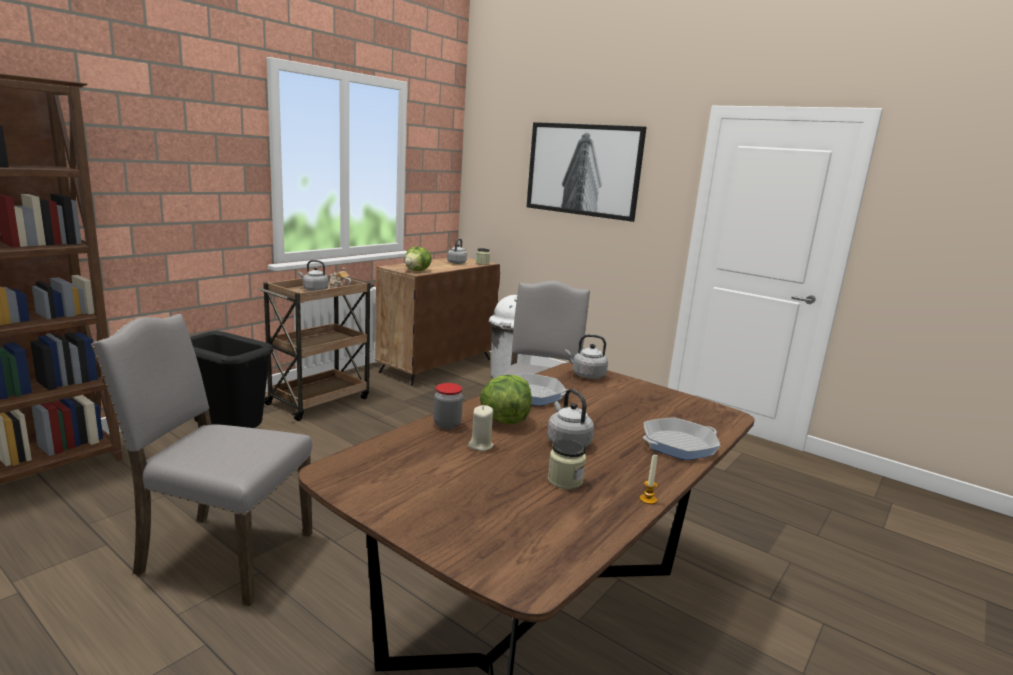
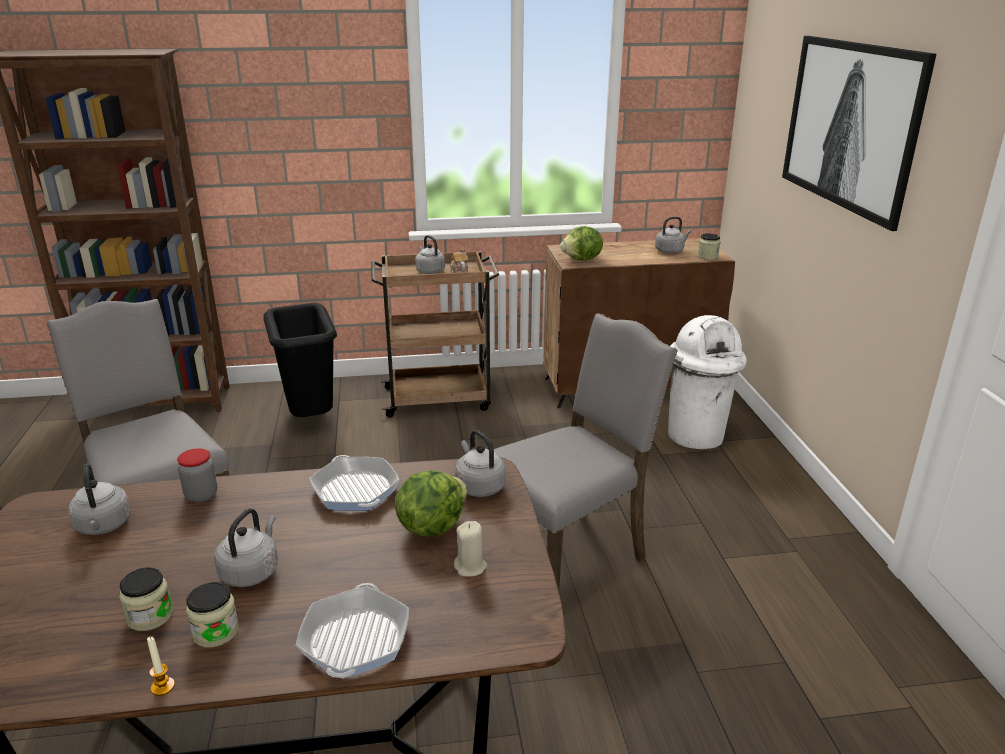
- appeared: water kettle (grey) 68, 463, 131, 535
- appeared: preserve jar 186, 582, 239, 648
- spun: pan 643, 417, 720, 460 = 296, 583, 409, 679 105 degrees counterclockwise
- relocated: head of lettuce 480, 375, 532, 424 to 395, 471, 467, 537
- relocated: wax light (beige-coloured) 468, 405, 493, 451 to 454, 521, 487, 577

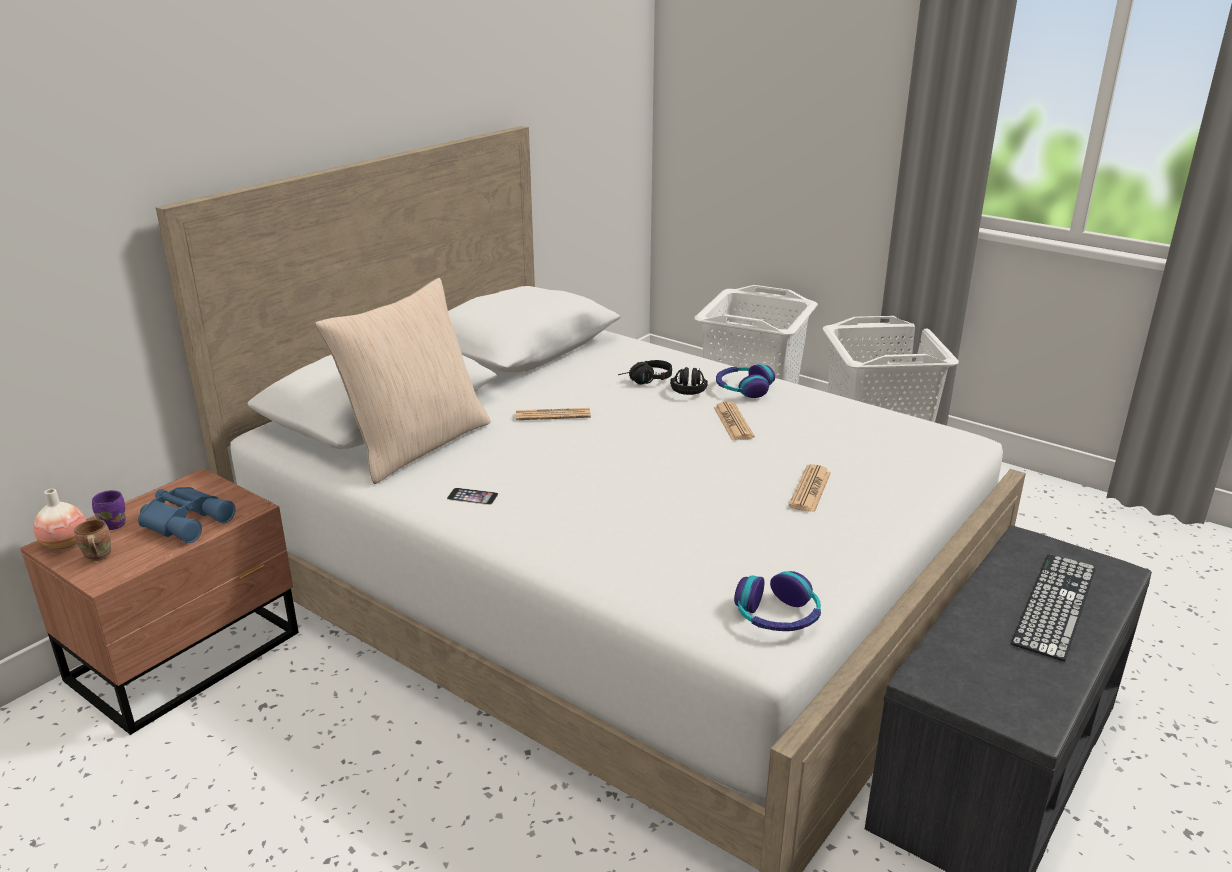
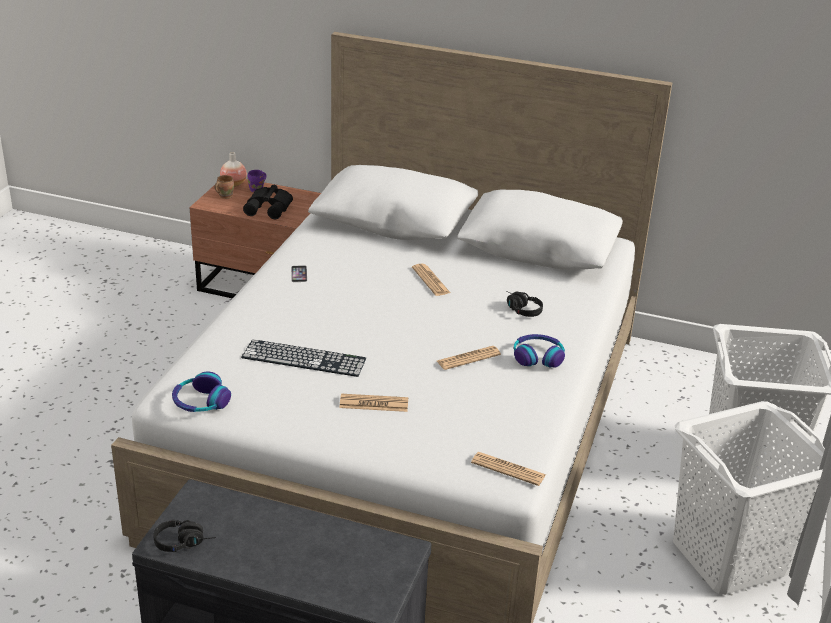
- relocated: pair of headphones (blackish) 670, 367, 708, 395 to 154, 520, 216, 552
- relocated: computer keyboard 1011, 554, 1096, 662 to 241, 339, 366, 377
- colour: pair of binoculars (bluish) 138, 487, 235, 543 to pair of binoculars (blackish) 243, 185, 293, 219
- appeared: daily paper 471, 452, 546, 486
- missing: throw pillow (beige-coloured) 315, 278, 490, 484

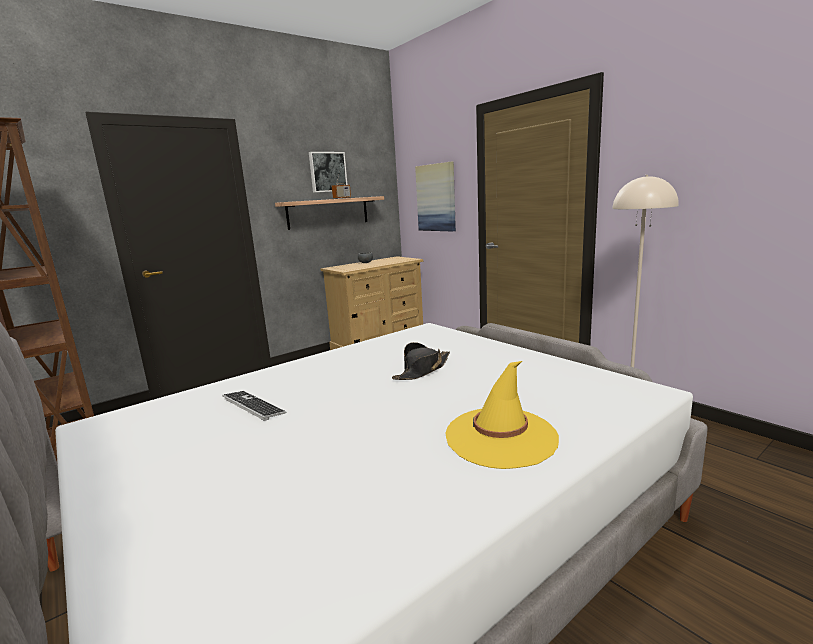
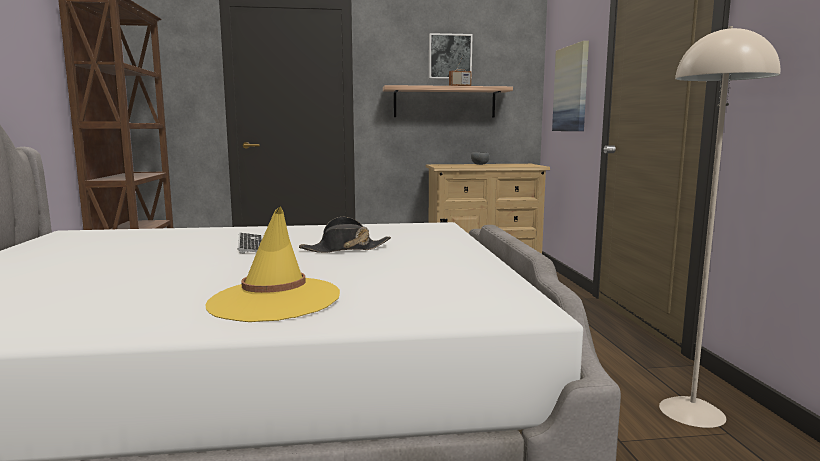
- relocated: computer keyboard 222, 391, 286, 421 to 238, 233, 263, 254

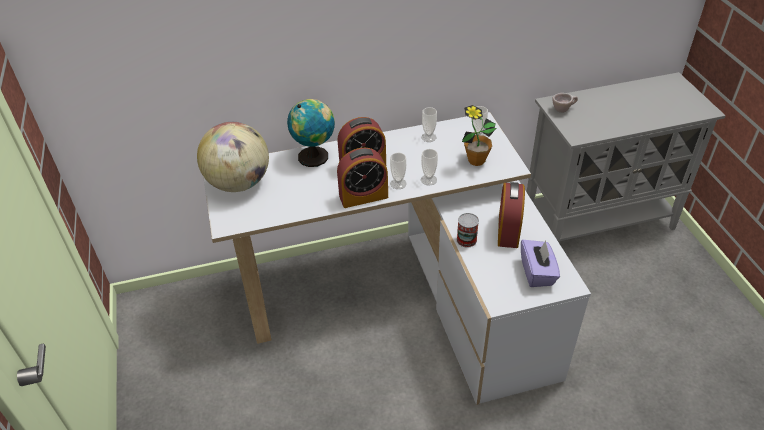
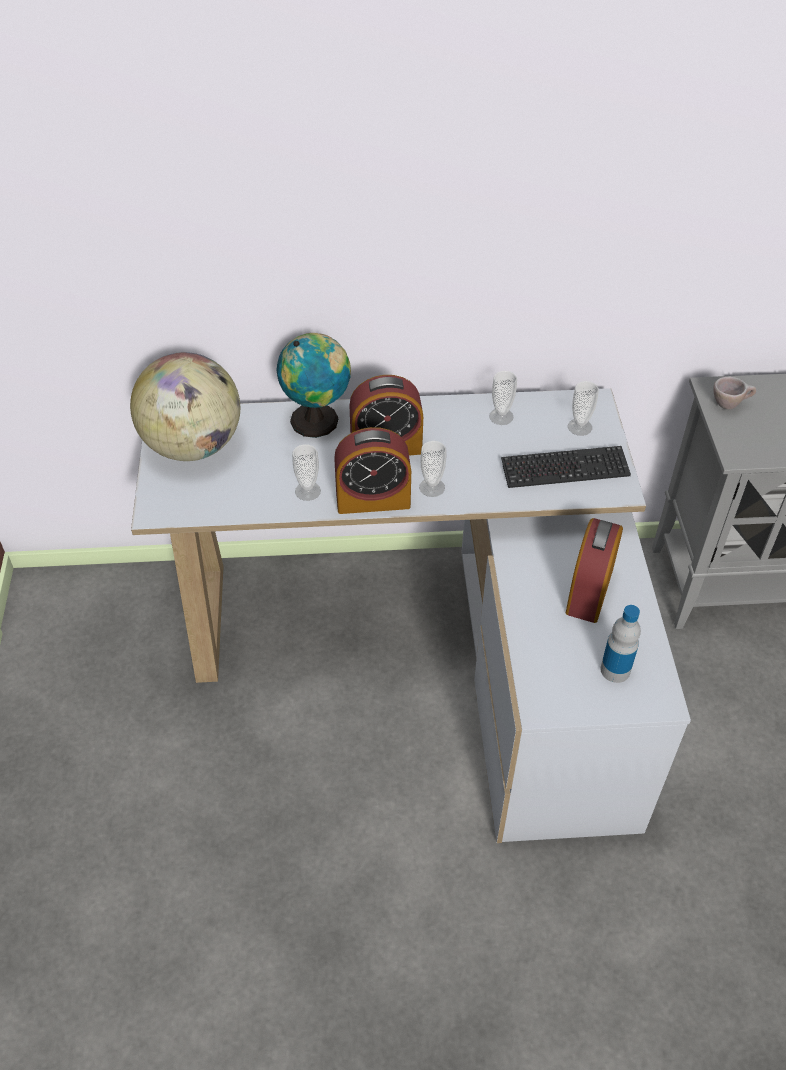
- relocated: cup 421, 149, 438, 186 to 292, 444, 321, 501
- exchanged: plant in a pot 462, 105, 496, 166 to computer keyboard 501, 446, 631, 488
- exchanged: tissue holder (purplish) 521, 240, 560, 287 to bottle 600, 605, 641, 683
- missing: sealed can 457, 213, 479, 248

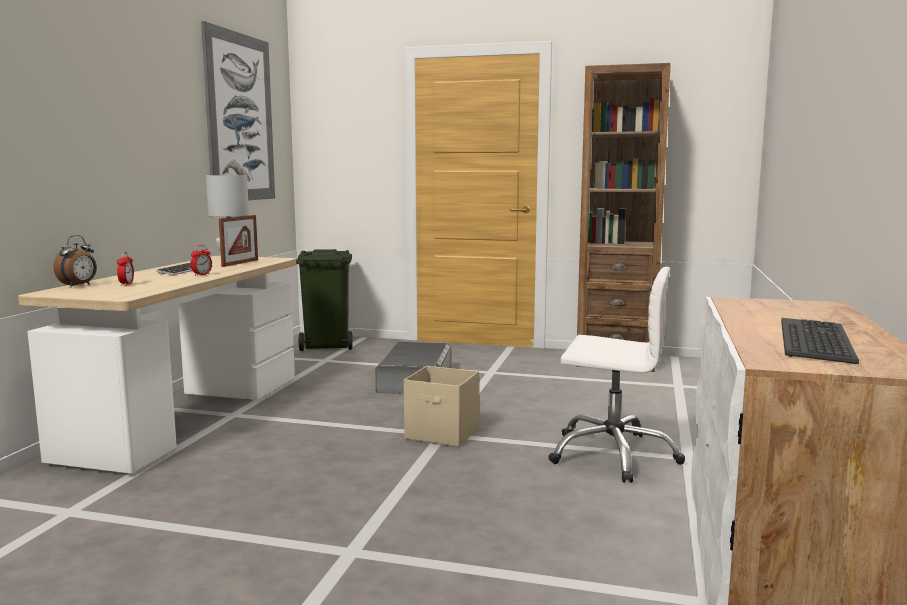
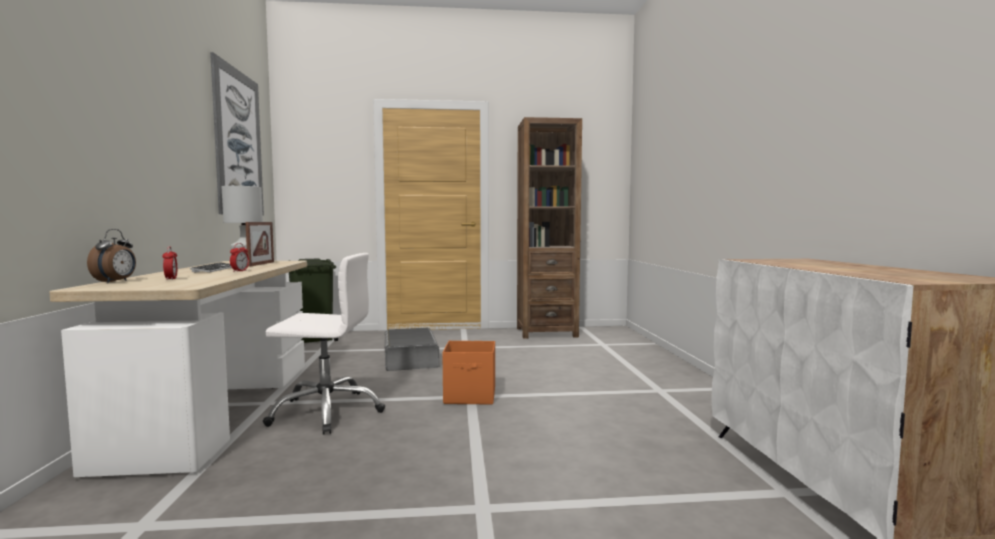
- relocated: desk chair (white-coloured) 548, 267, 685, 483 to 263, 253, 385, 435
- colour: storage bin (beige-coloured) 404, 366, 479, 447 to storage bin (orange) 443, 341, 495, 405
- missing: computer keyboard 781, 318, 859, 364

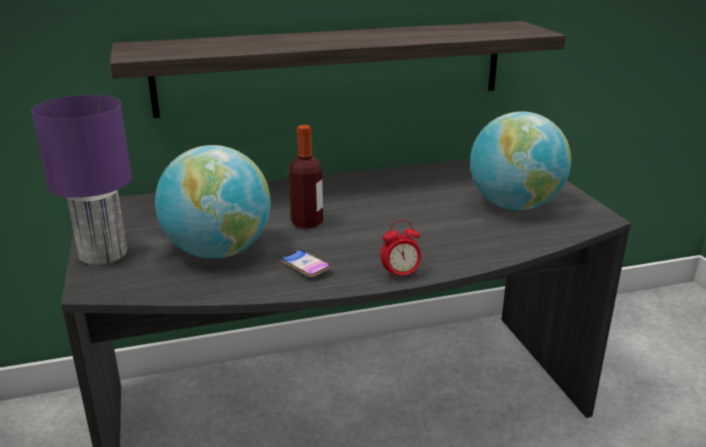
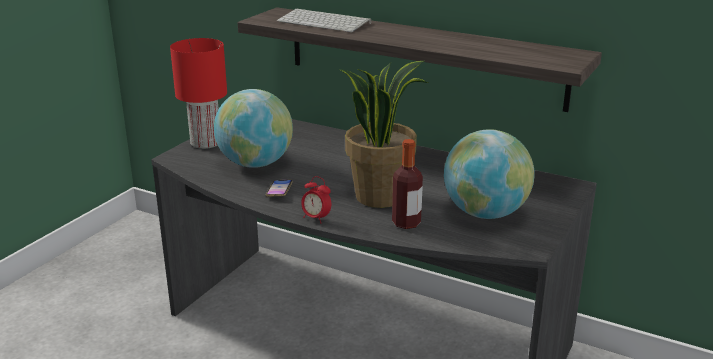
- colour: tabletop lamp (purplish) 31, 95, 132, 265 to tabletop lamp (red-coloured) 170, 38, 227, 149
- appeared: computer keyboard 277, 8, 371, 32
- appeared: plant in a pot 340, 61, 428, 208
- relocated: bottle 289, 125, 323, 229 to 392, 139, 423, 229

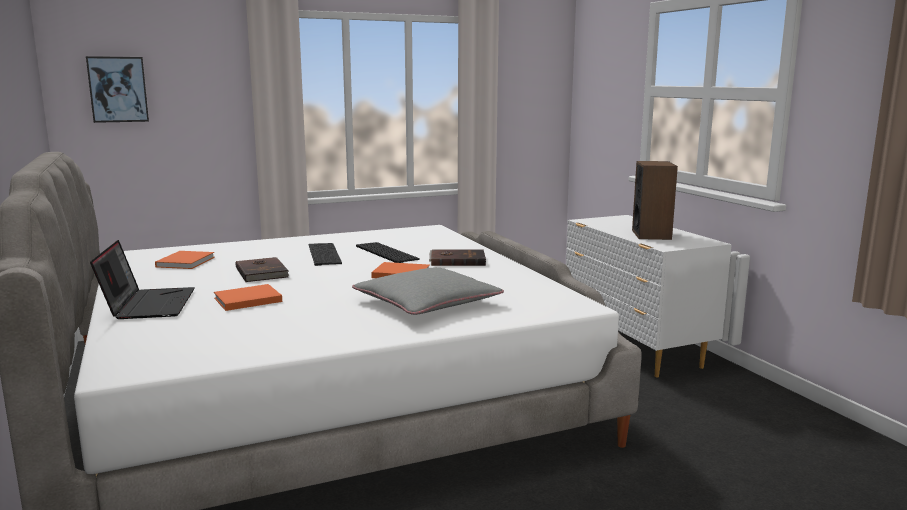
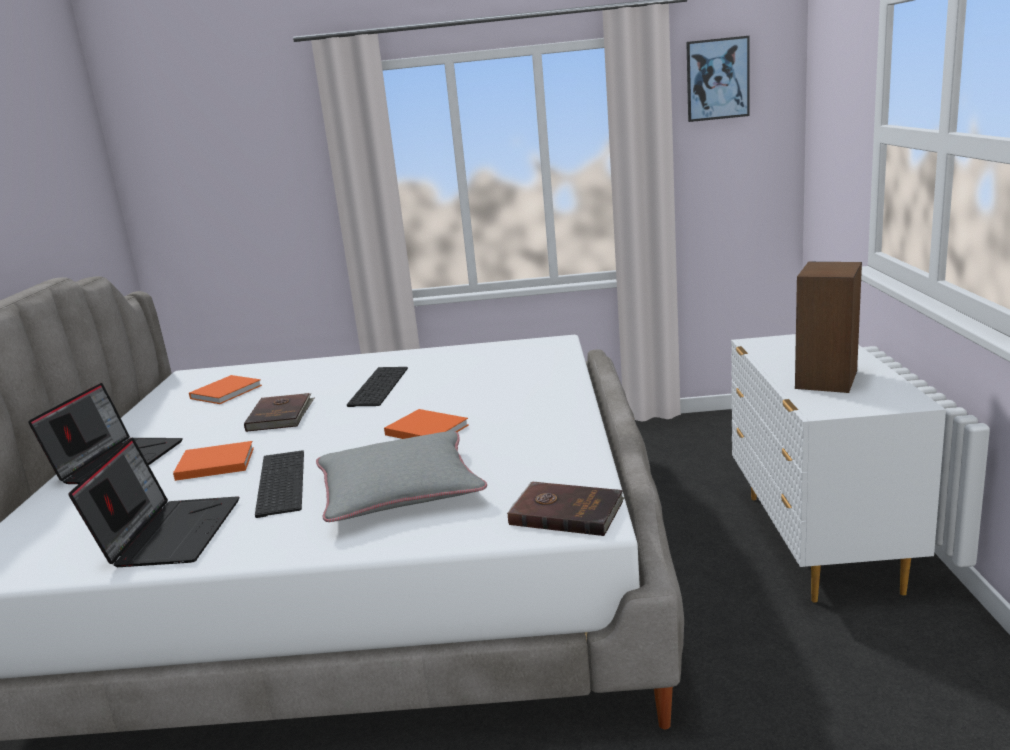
- appeared: laptop 68, 437, 239, 567
- relocated: computer keyboard 356, 242, 420, 263 to 255, 450, 304, 518
- relocated: book (brown) 429, 249, 486, 266 to 507, 482, 625, 536
- relocated: picture 86, 56, 149, 123 to 686, 36, 750, 122

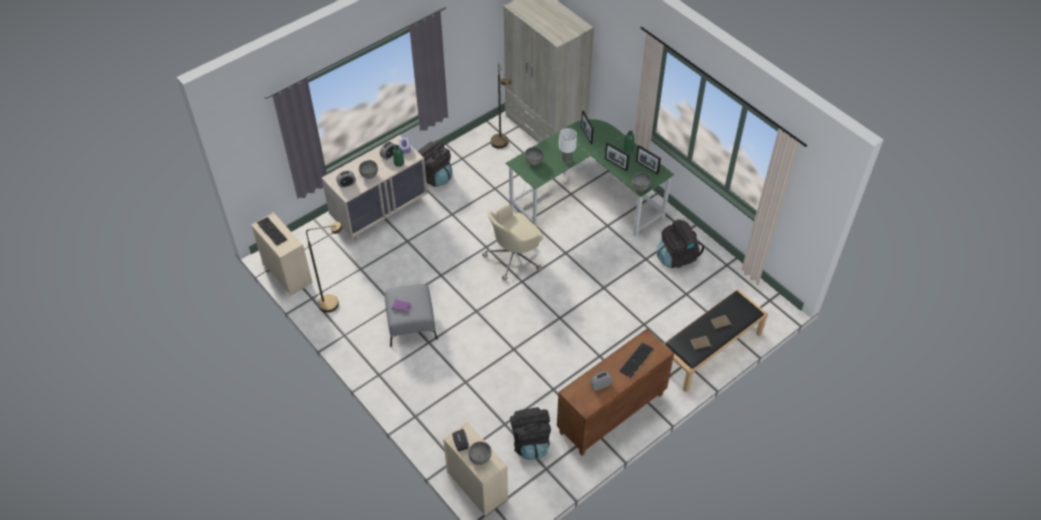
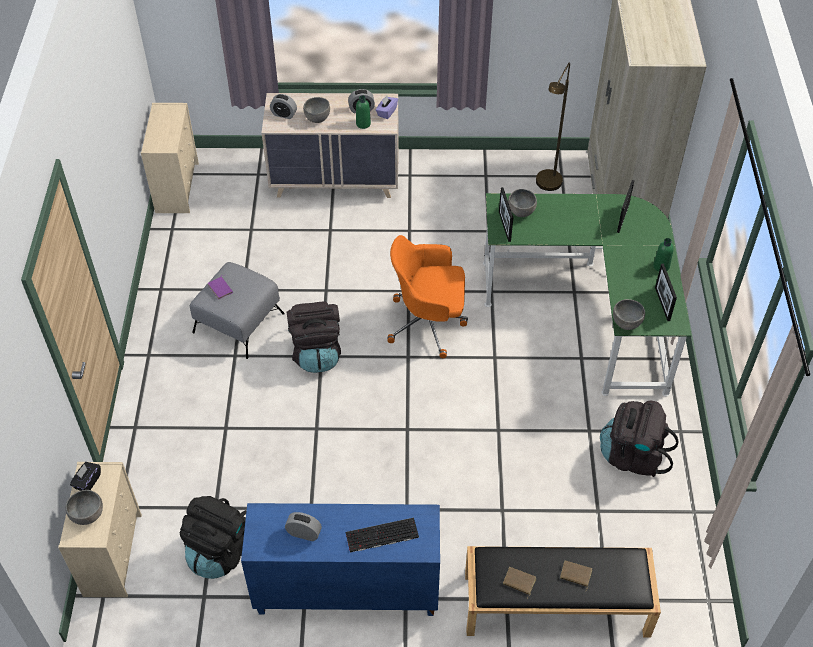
- colour: storage cabinet (brown) 557, 329, 674, 456 to storage cabinet (bluish) 241, 503, 440, 616
- relocated: knapsack (blackish) 418, 140, 453, 186 to 287, 301, 341, 373
- colour: desk chair (beige-coloured) 482, 204, 543, 281 to desk chair (orange) 387, 235, 468, 358
- relocated: photo frame 605, 142, 629, 171 to 499, 187, 513, 242
- missing: computer keyboard 257, 217, 288, 246
- missing: standard lamp (brown) 306, 222, 343, 313
- missing: tabletop lamp 559, 128, 577, 163

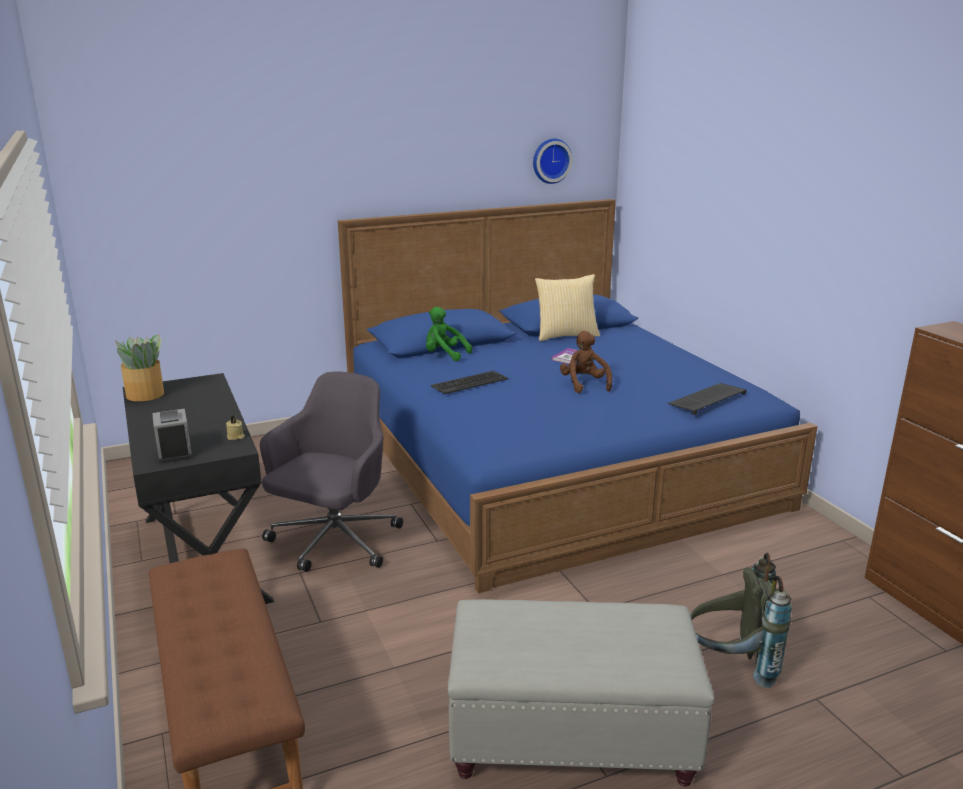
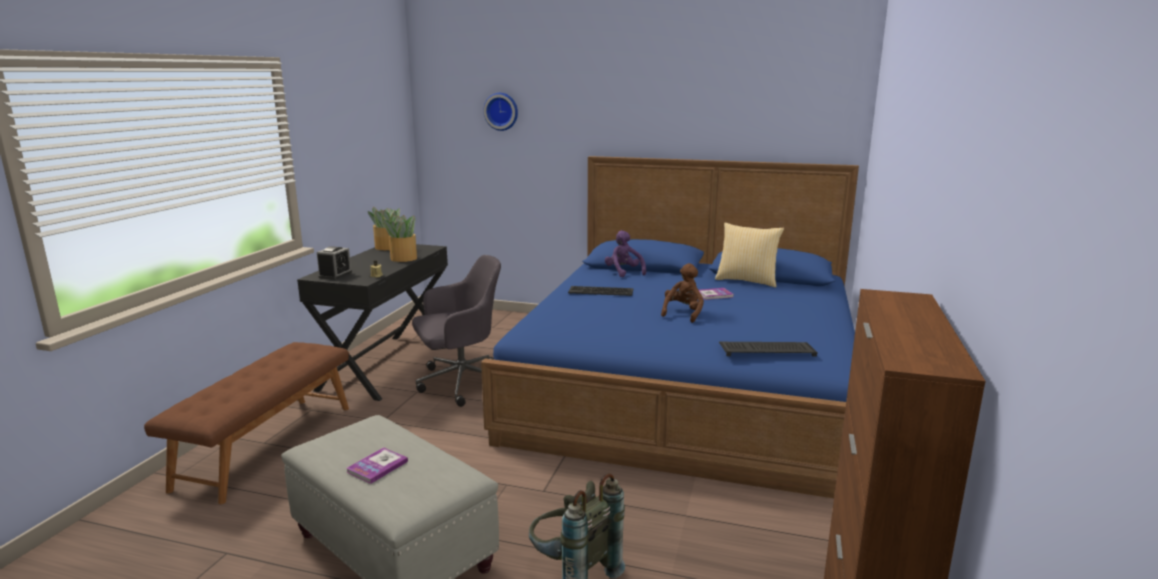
- appeared: book 346, 447, 408, 484
- appeared: plant in a pot 383, 215, 417, 262
- relocated: wall clock 533, 138, 572, 184 to 483, 93, 518, 131
- colour: cuddly toy (green-coloured) 426, 307, 472, 361 to cuddly toy (purplish) 605, 230, 646, 277

